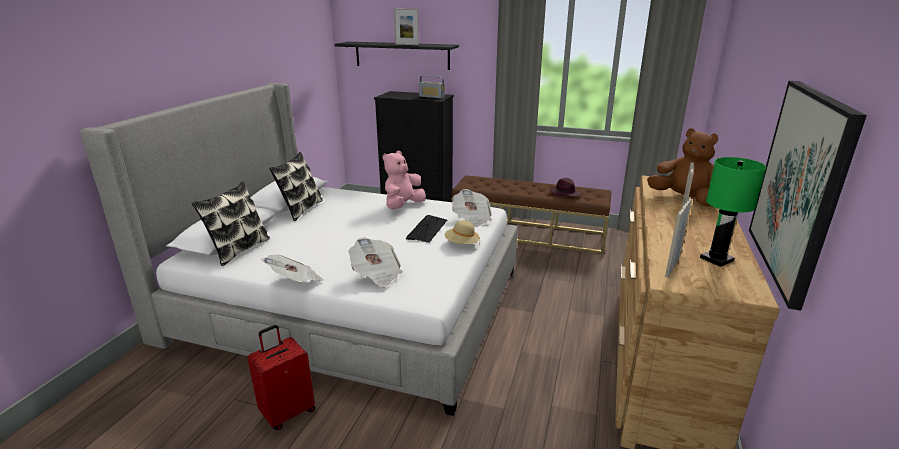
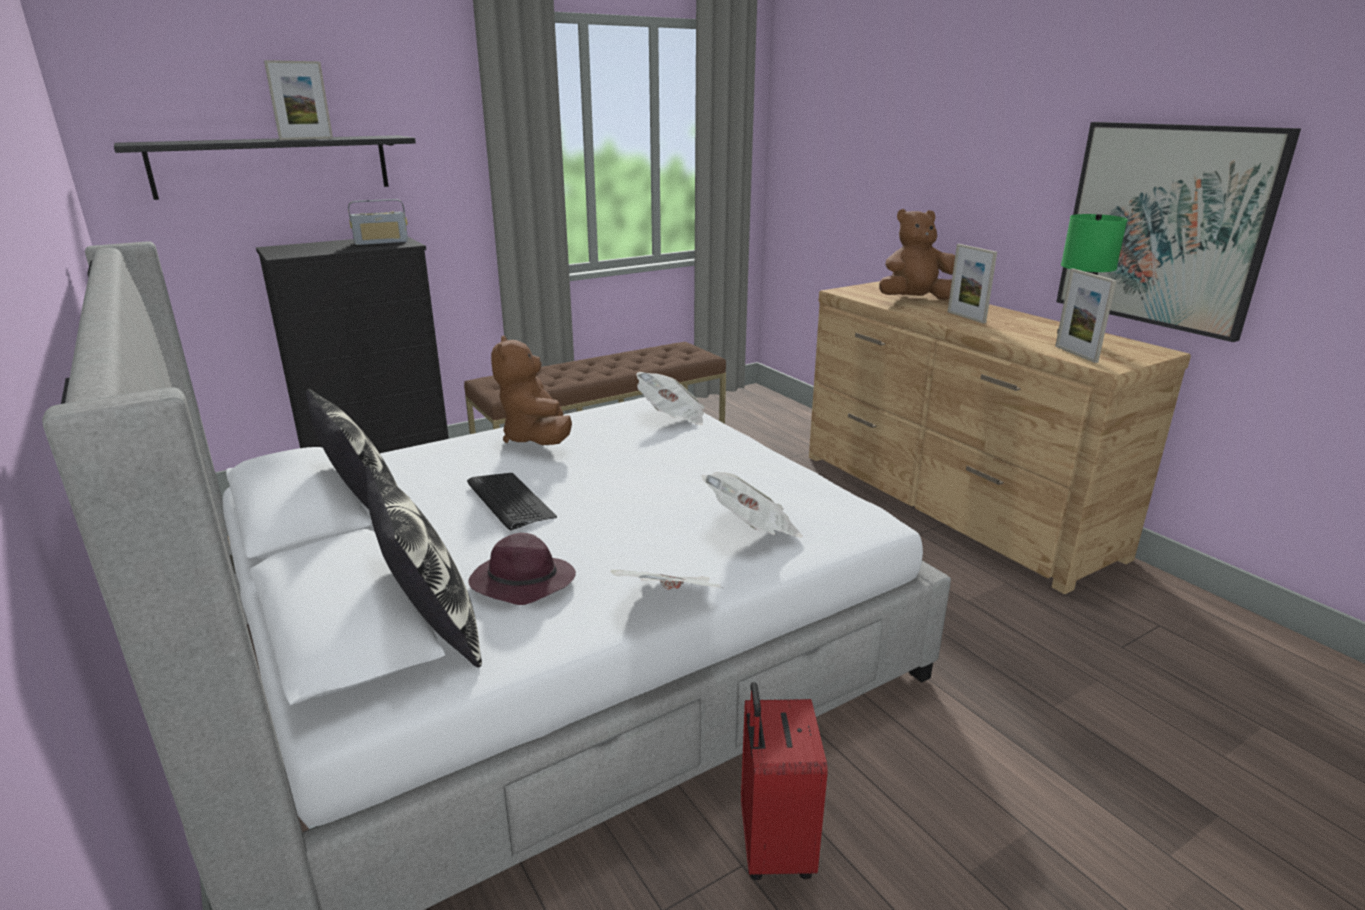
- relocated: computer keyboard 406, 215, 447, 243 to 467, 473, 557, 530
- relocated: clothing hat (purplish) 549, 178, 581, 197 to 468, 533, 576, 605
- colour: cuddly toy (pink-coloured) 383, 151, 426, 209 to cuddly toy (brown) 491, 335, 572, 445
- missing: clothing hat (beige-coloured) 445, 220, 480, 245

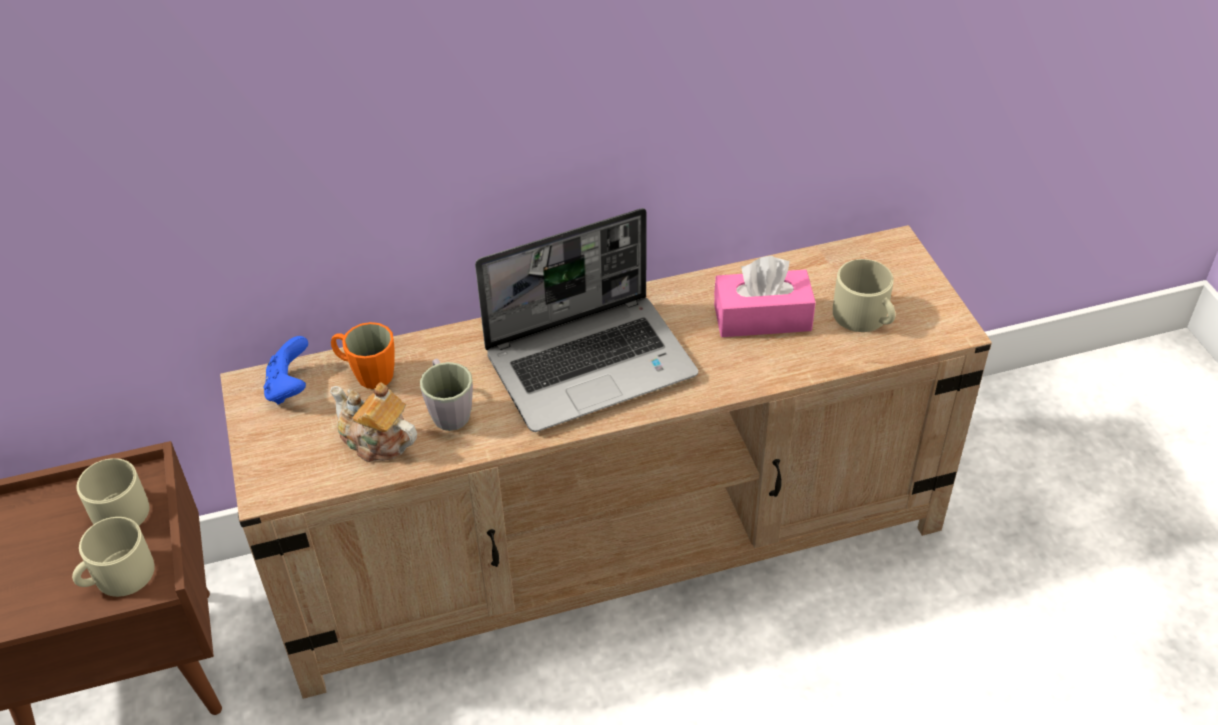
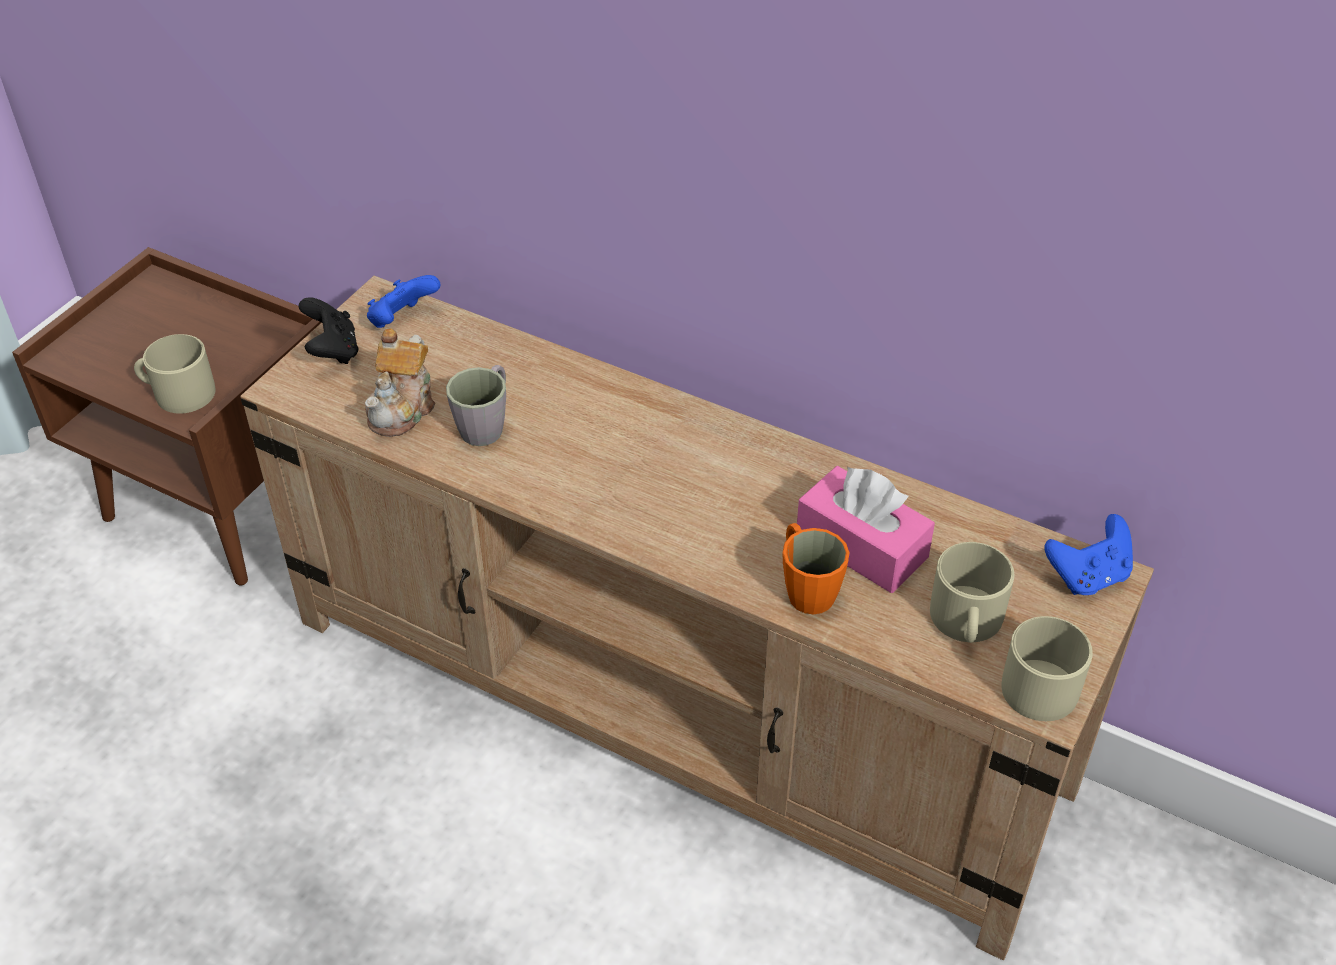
- appeared: gamepad (blackish) 298, 297, 358, 364
- spun: pot for tea 330, 382, 417, 462 = 365, 328, 435, 437 150 degrees counterclockwise
- relocated: tea mug (orange) 331, 322, 394, 389 to 783, 523, 850, 614
- relocated: tea mug (beige-coloured) 77, 458, 149, 526 to 1001, 616, 1093, 721
- appeared: gamepad (bluish) 1044, 514, 1133, 595
- missing: laptop 475, 208, 698, 432

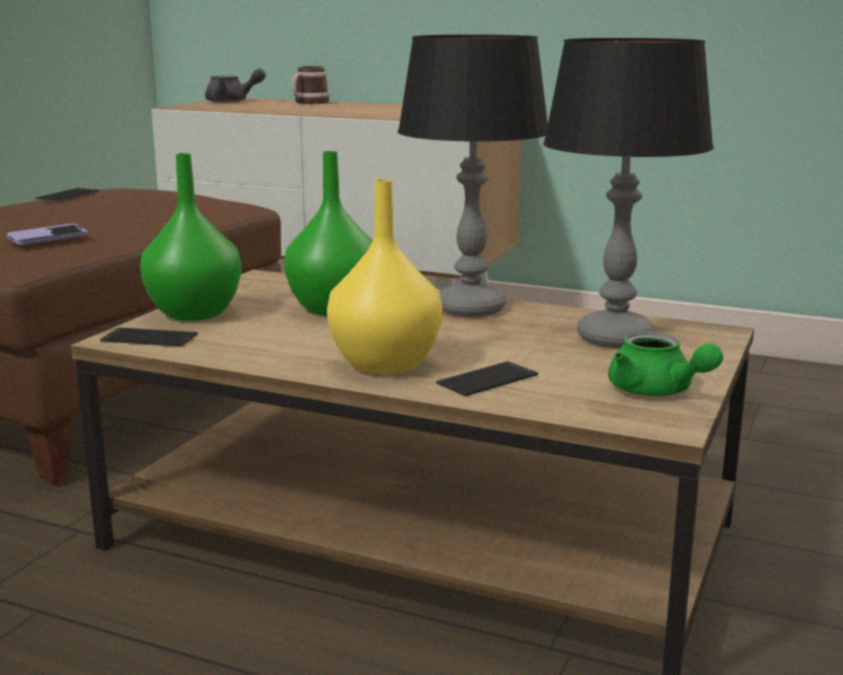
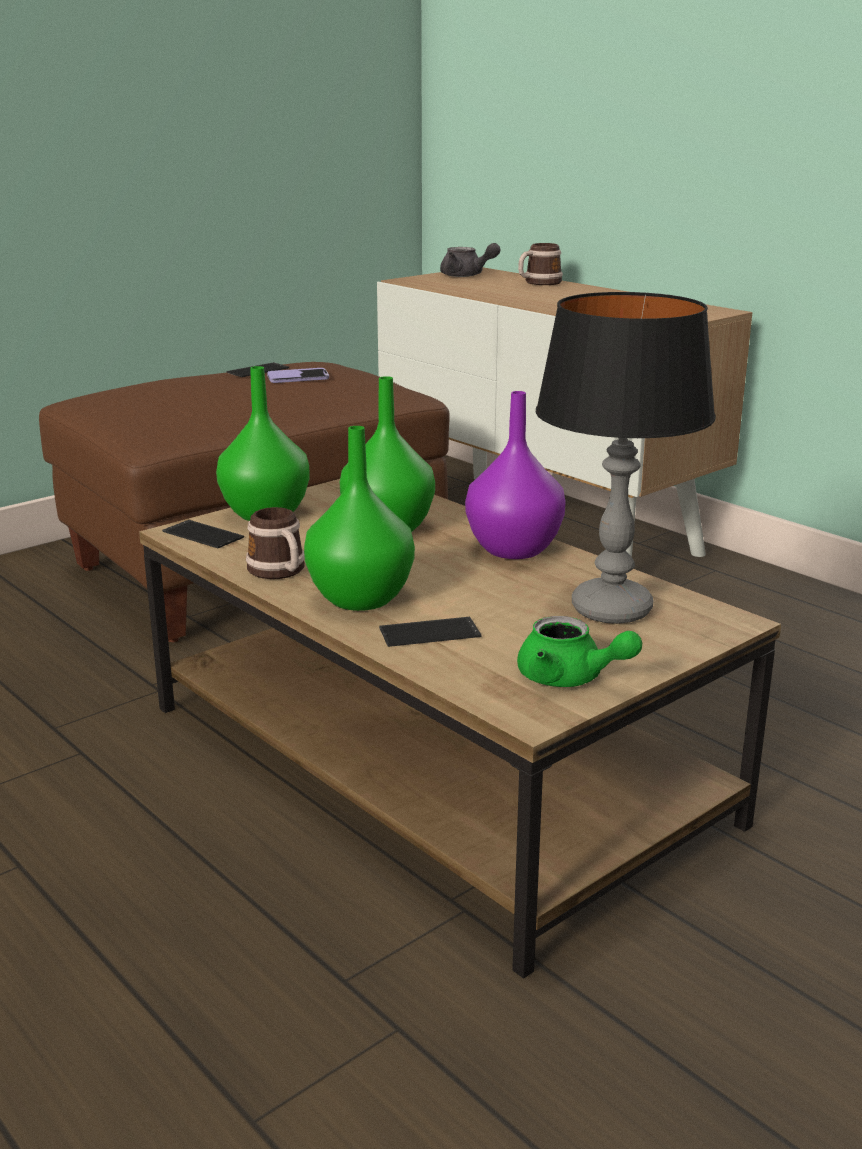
- appeared: tea mug 246, 507, 305, 579
- relocated: telephone 7, 224, 87, 245 to 267, 368, 329, 383
- colour: vase (yellow-coloured) 327, 179, 442, 374 to vase (green-coloured) 304, 426, 415, 611
- exchanged: tabletop lamp 398, 35, 548, 317 to vase (purplish) 465, 391, 565, 559
- spun: pot for tea (green-coloured) 608, 332, 723, 396 = 517, 616, 642, 687 45 degrees counterclockwise

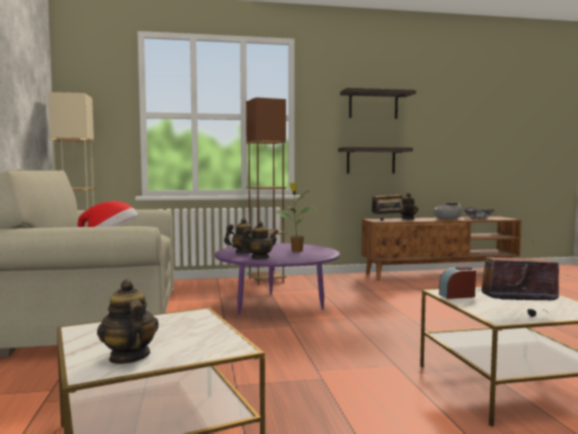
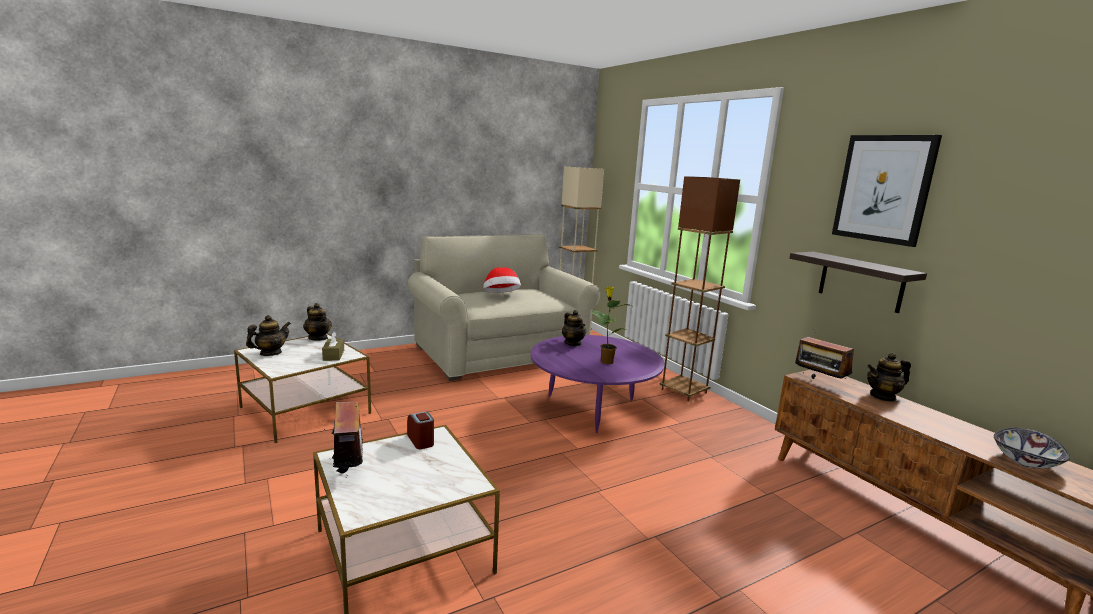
- relocated: pot for tea 240, 221, 278, 259 to 303, 303, 332, 341
- appeared: tissue holder (brown) 322, 332, 344, 361
- exchanged: shelf 340, 88, 416, 119 to picture 832, 135, 942, 247
- missing: serving bowl (grey) 433, 203, 462, 219

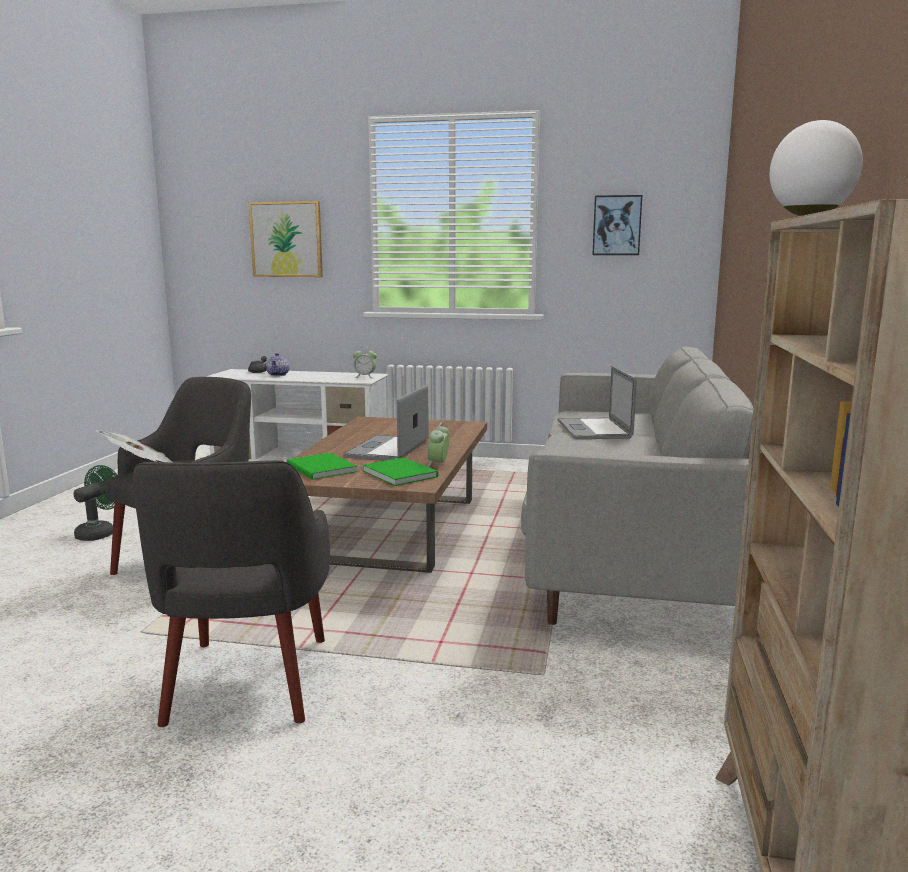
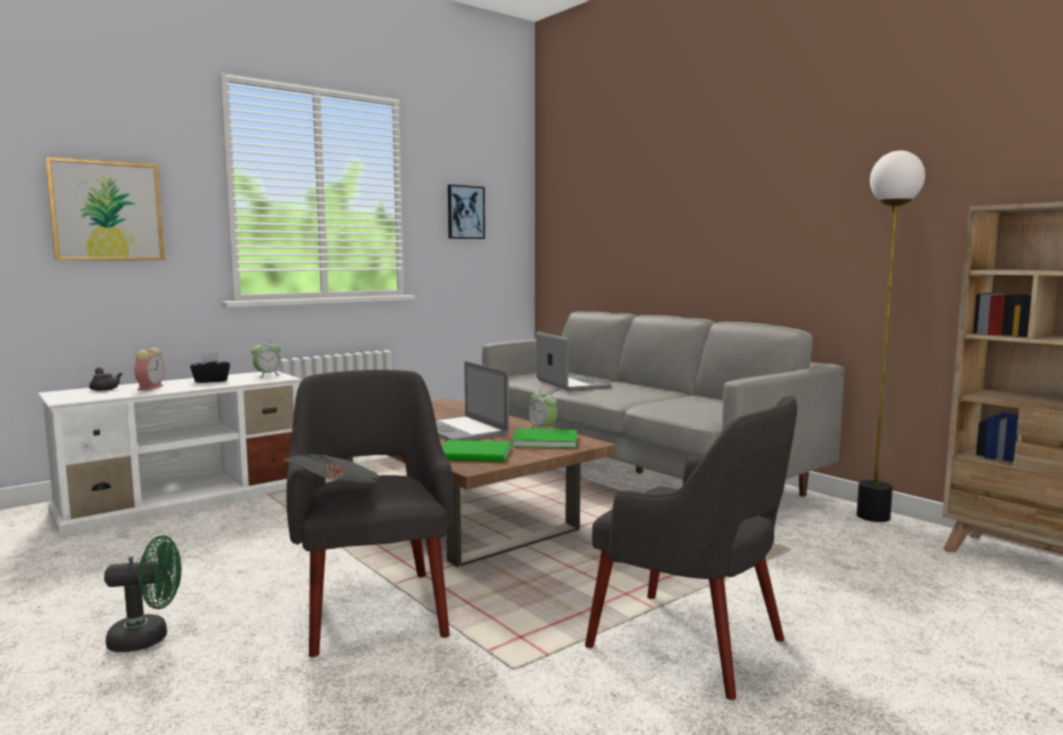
- spun: fan (green-coloured) 73, 465, 118, 541 = 104, 535, 181, 652 105 degrees clockwise
- exchanged: pot for tea 266, 353, 289, 376 to alarm clock 134, 348, 164, 390
- appeared: tissue holder (blackish) 190, 353, 230, 383
- spun: laptop 558, 366, 637, 439 = 536, 332, 612, 391 150 degrees counterclockwise

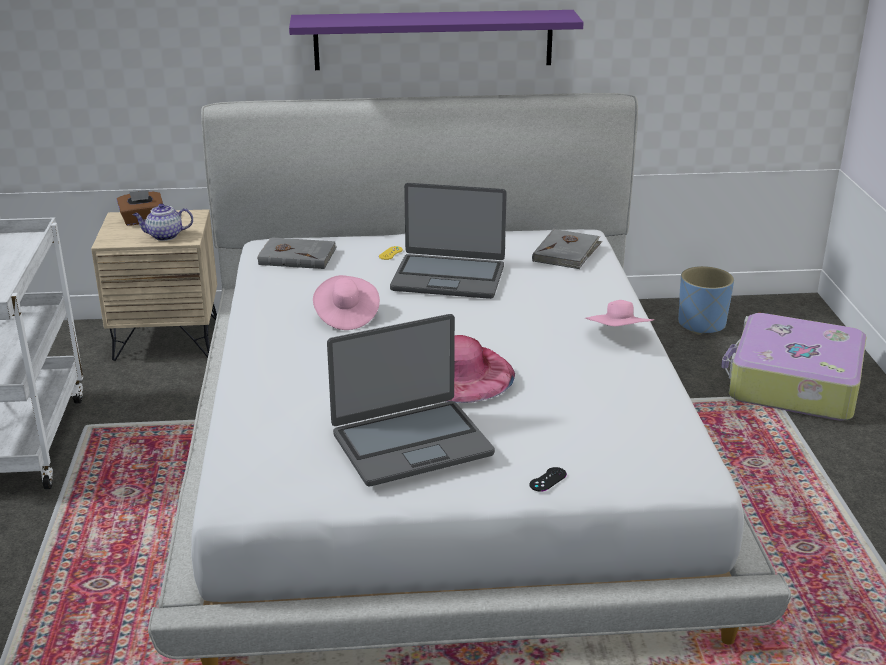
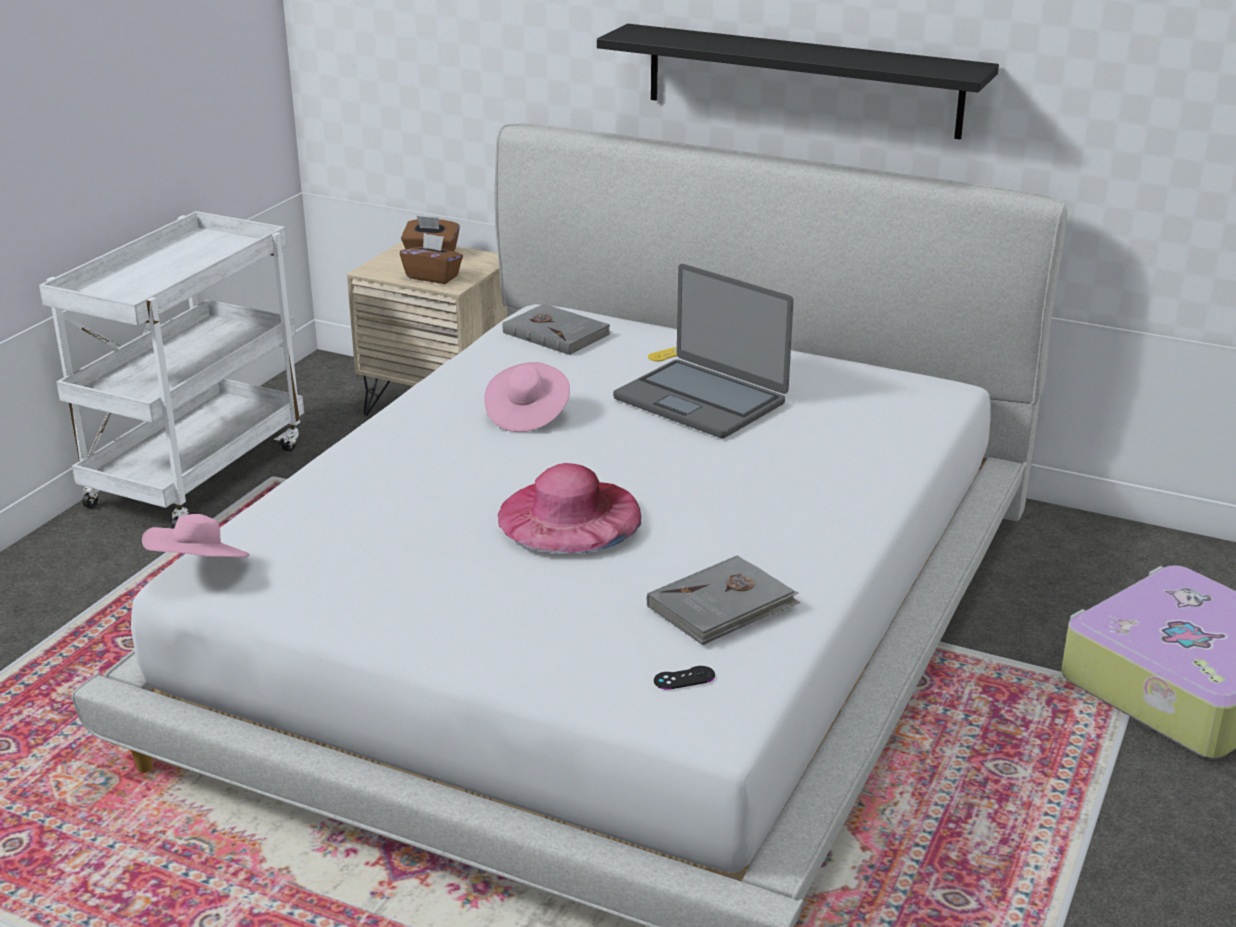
- relocated: clothing hat (pink-coloured) 585, 300, 654, 326 to 142, 514, 250, 557
- exchanged: pot for tea 133, 203, 193, 241 to tissue holder (brown) 400, 233, 463, 284
- colour: shelf (purplish) 289, 10, 584, 70 to shelf (blackish) 597, 24, 999, 140
- relocated: book (grey) 532, 229, 602, 269 to 647, 555, 800, 645
- relocated: gamepad (blackish) 529, 467, 567, 492 to 654, 666, 715, 690
- missing: laptop 327, 314, 495, 486
- missing: flower pot (bluish) 678, 266, 734, 335

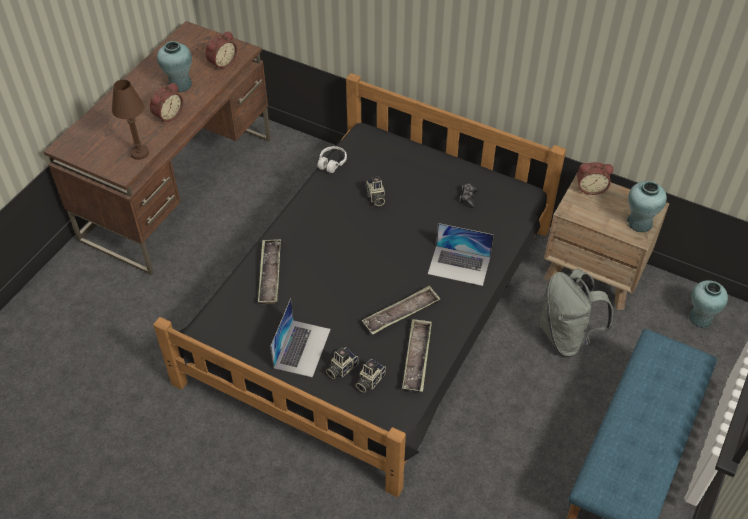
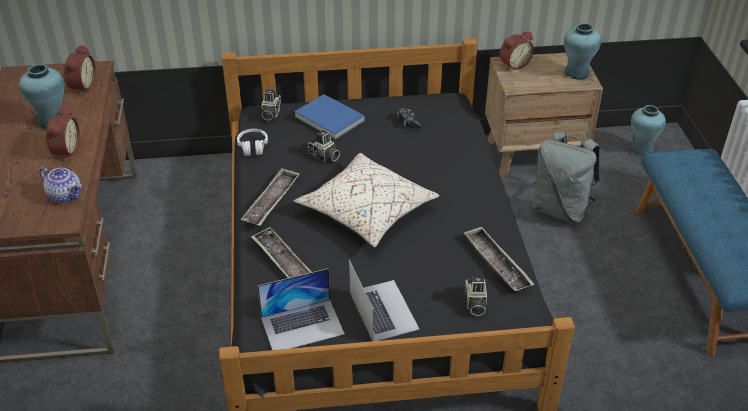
- exchanged: tabletop lamp (brown) 112, 80, 149, 160 to pot for tea 39, 167, 81, 203
- relocated: tray 362, 286, 440, 335 to 241, 168, 300, 227
- relocated: laptop 428, 223, 494, 286 to 257, 268, 345, 350
- relocated: still camera 326, 347, 358, 379 to 260, 89, 281, 120
- appeared: book (bluish) 294, 94, 366, 140
- appeared: throw pillow (beige-coloured) 294, 153, 439, 248

